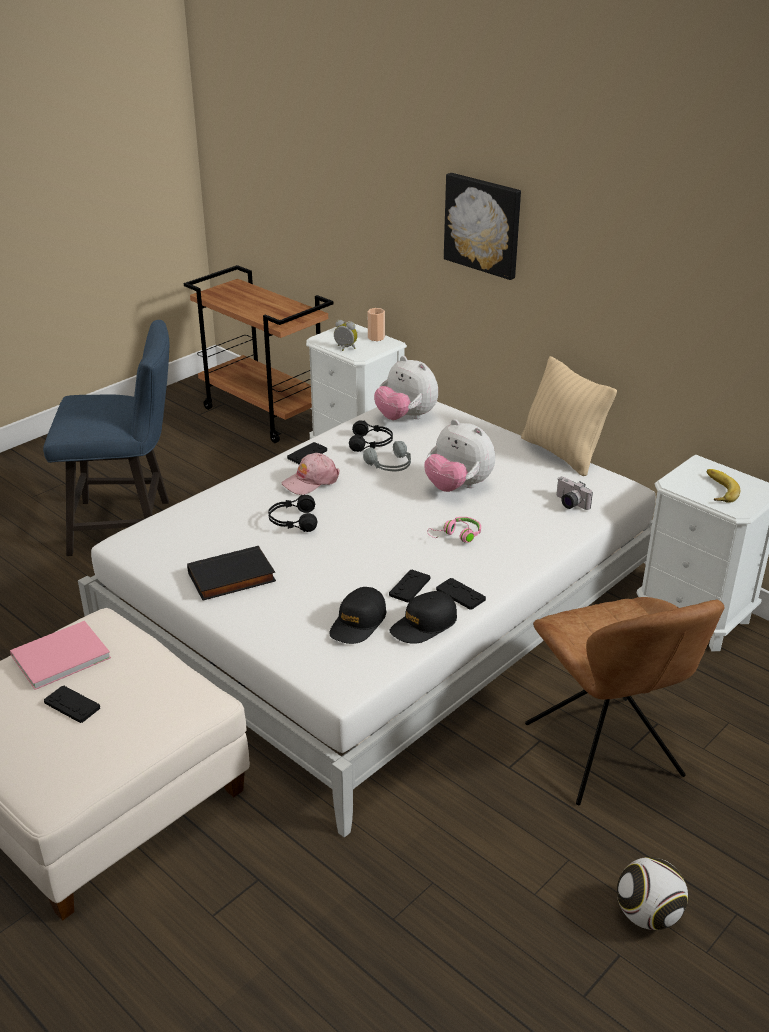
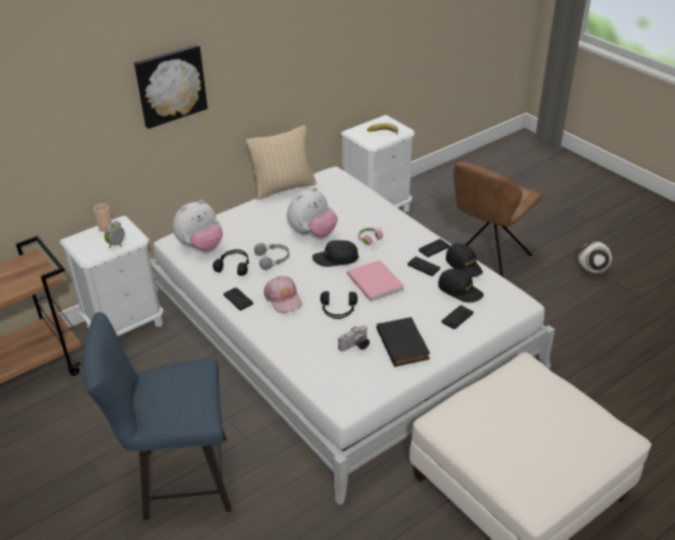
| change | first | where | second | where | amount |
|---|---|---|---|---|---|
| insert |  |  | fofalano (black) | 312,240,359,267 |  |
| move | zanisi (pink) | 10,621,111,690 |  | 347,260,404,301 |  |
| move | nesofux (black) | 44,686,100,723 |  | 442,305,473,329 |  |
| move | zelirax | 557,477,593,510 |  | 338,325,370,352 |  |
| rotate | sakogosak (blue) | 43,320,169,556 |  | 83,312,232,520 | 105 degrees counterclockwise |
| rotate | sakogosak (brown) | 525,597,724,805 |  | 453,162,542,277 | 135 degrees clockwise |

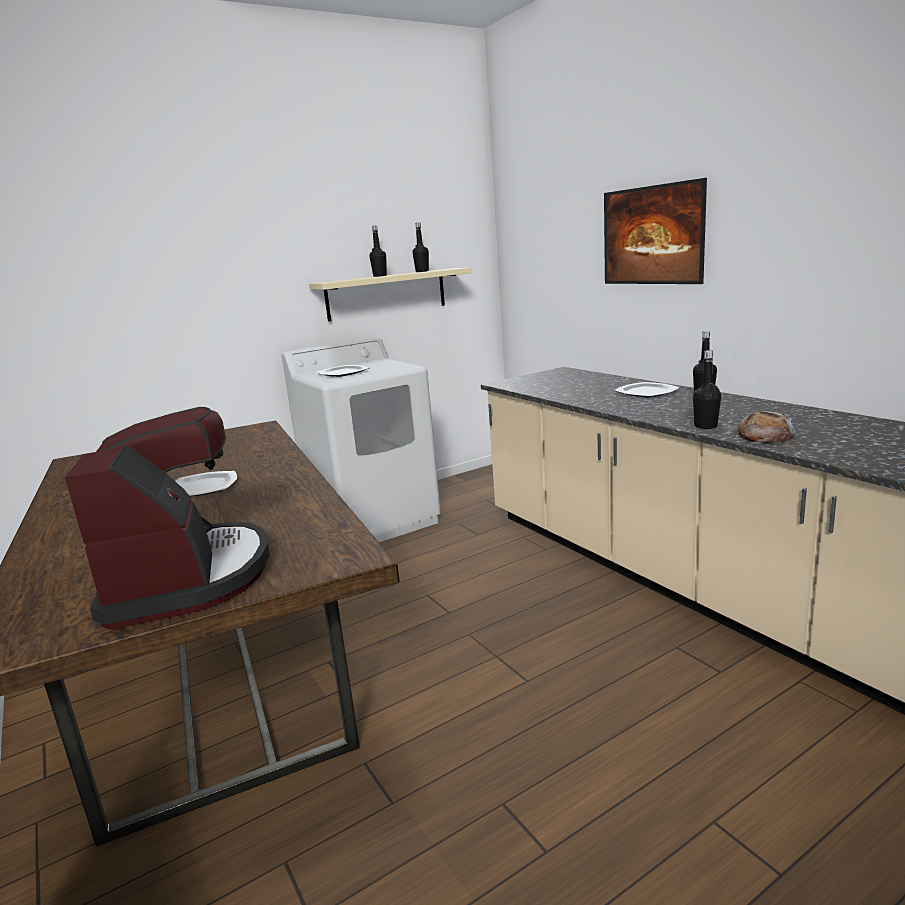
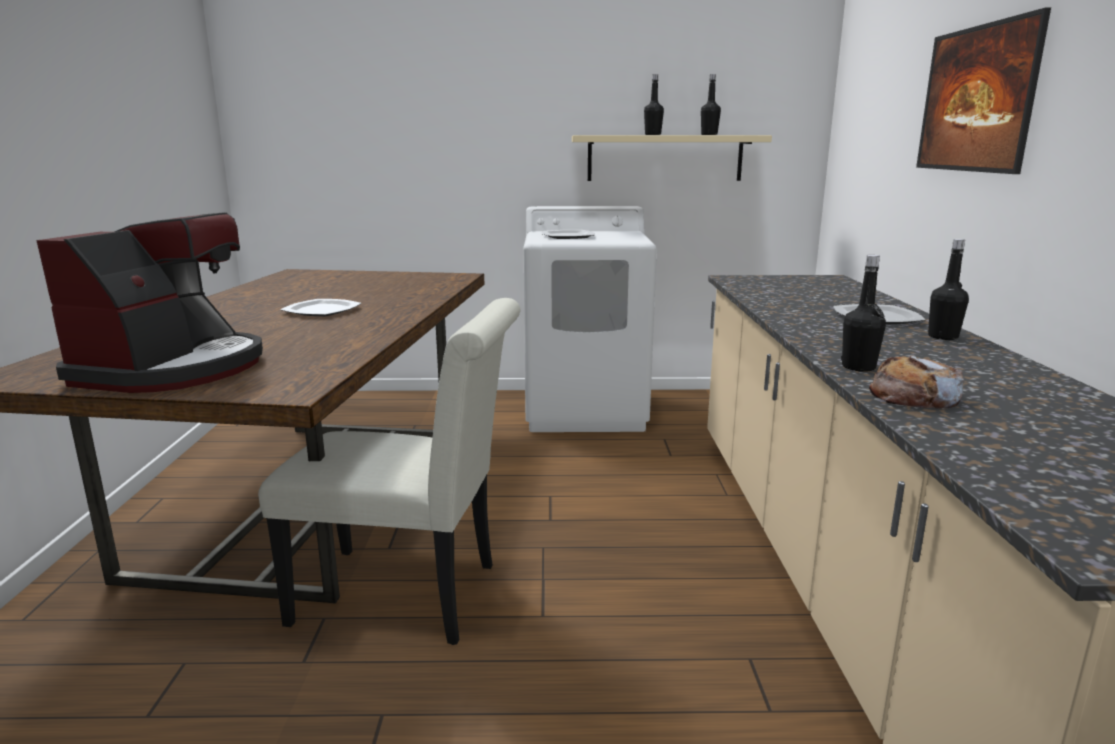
| change | first | where | second | where | amount |
|---|---|---|---|---|---|
| insert |  |  | sakogosak (white) | 258,298,520,645 |  |

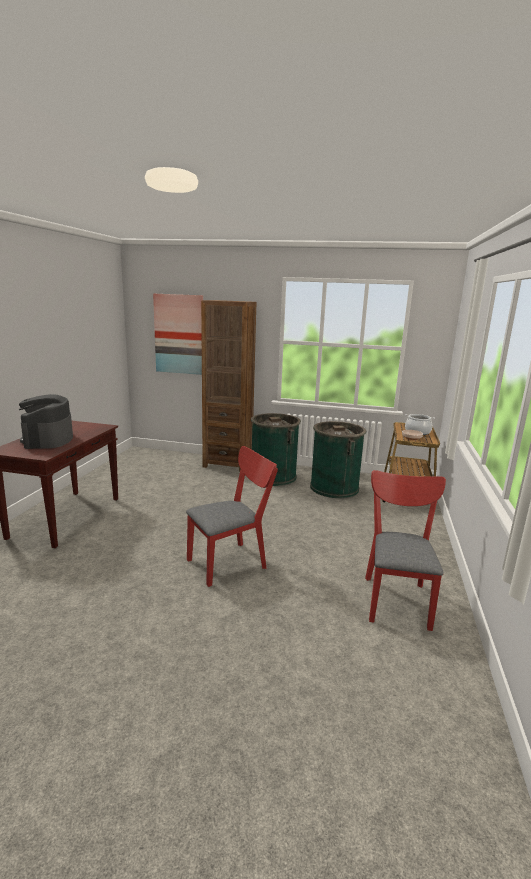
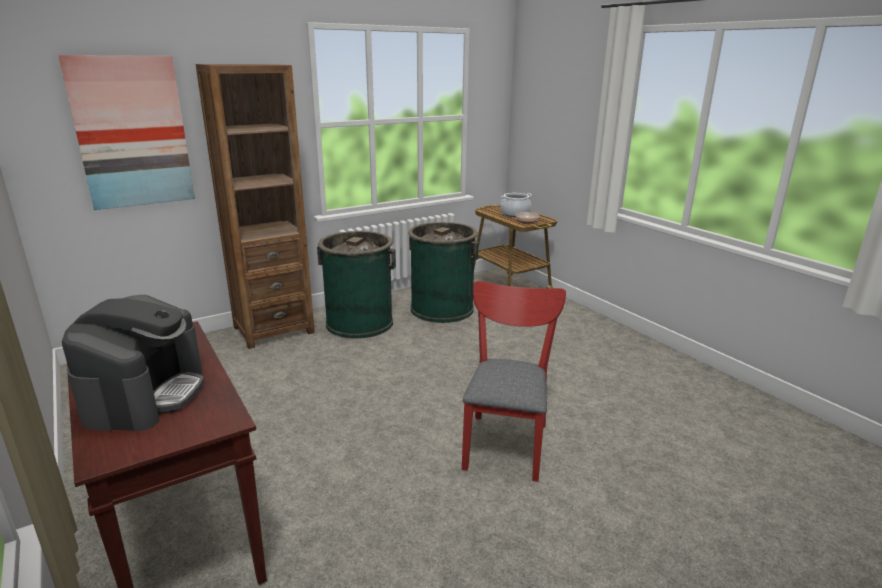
| change | first | where | second | where | amount |
|---|---|---|---|---|---|
| delete | sakogosak (red) | 365,470,446,631 |  |  |  |
| rotate | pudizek | 19,394,73,449 |  | 62,295,204,432 | 120 degrees counterclockwise |

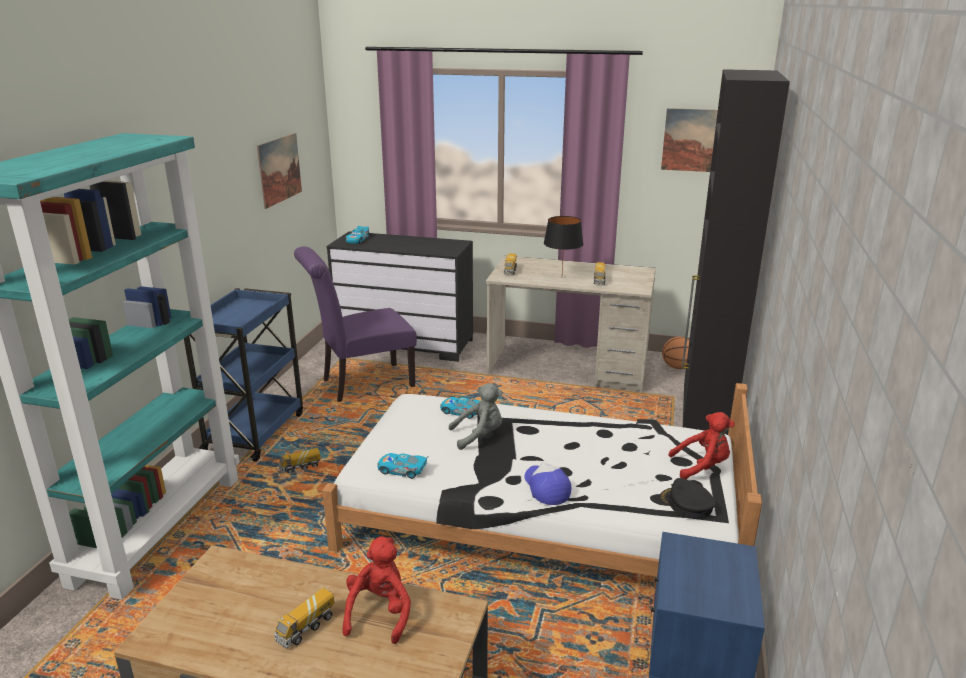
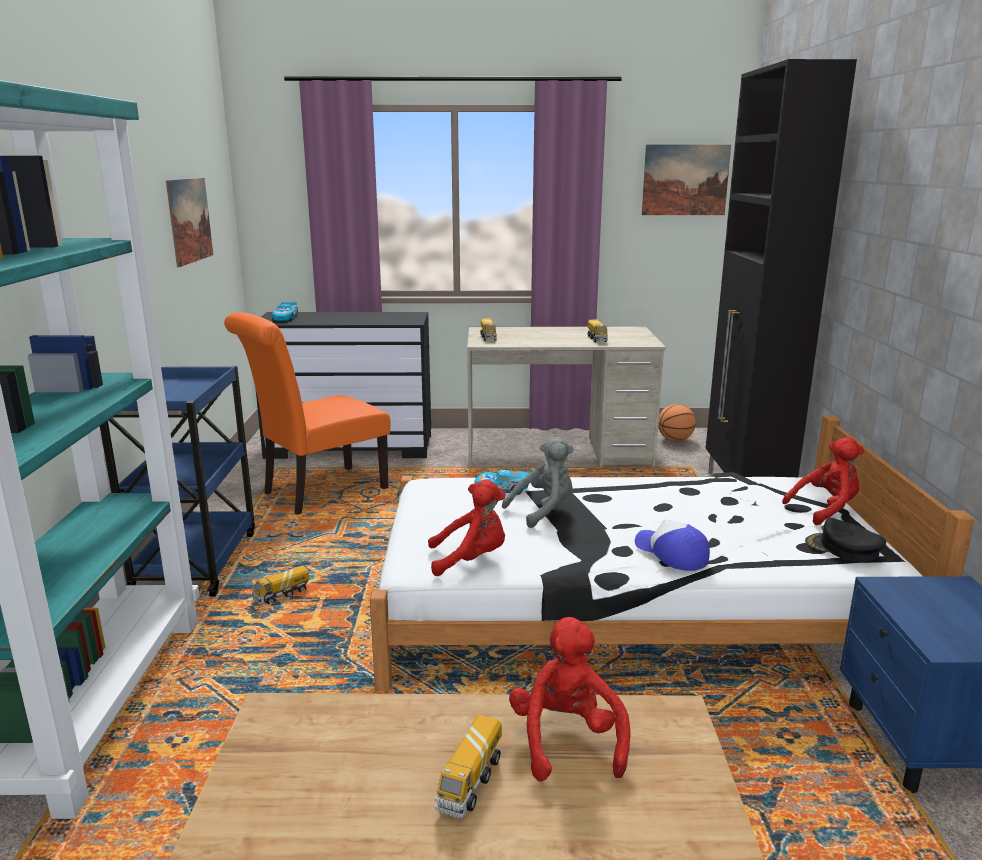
| change | first | where | second | where | amount |
|---|---|---|---|---|---|
| delete | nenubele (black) | 544,216,583,272 |  |  |  |
| replace | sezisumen | 377,453,428,479 | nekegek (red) | 428,479,505,576 |  |
| recolor | sakogosak (purple) | 294,246,417,402 | sakogosak (orange) | 224,312,391,515 |  |

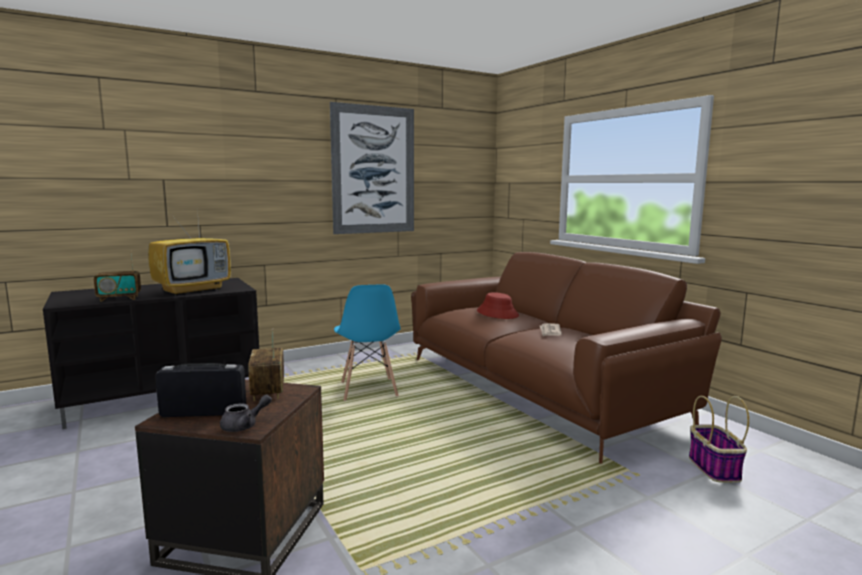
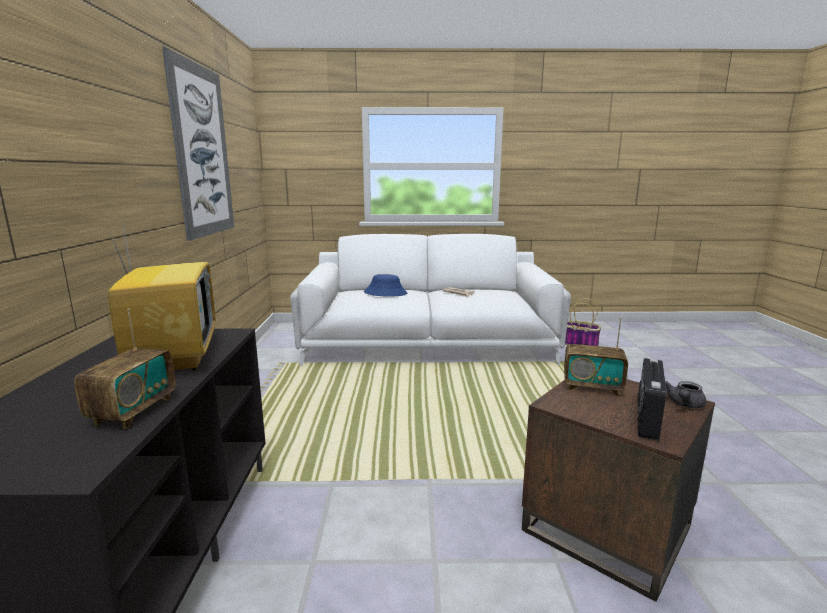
| change | first | where | second | where | amount |
|---|---|---|---|---|---|
| delete | sakogosak (blue) | 334,284,401,401 |  |  |  |
| recolor | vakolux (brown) | 411,252,722,463 | vakolux (white) | 290,234,571,366 |  |
| recolor | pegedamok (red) | 477,292,519,319 | pegedamok (blue) | 364,274,407,297 |  |
| rotate | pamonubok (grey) | 220,395,272,432 |  | 665,381,706,408 | 135 degrees counterclockwise |

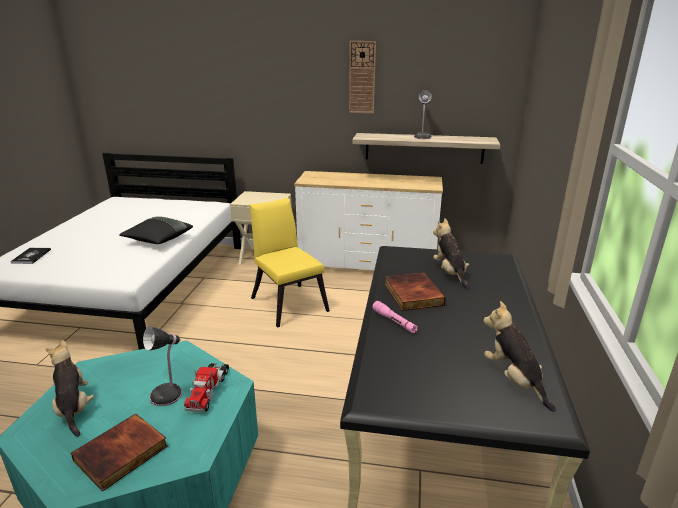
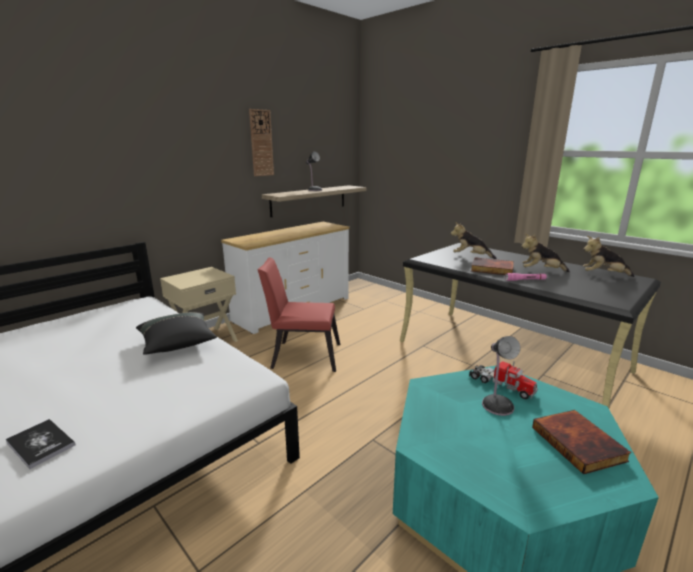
| change | first | where | second | where | amount |
|---|---|---|---|---|---|
| move | nekegek | 46,340,94,437 |  | 521,233,570,272 |  |
| recolor | sakogosak (yellow) | 250,198,330,328 | sakogosak (red) | 258,257,340,372 |  |

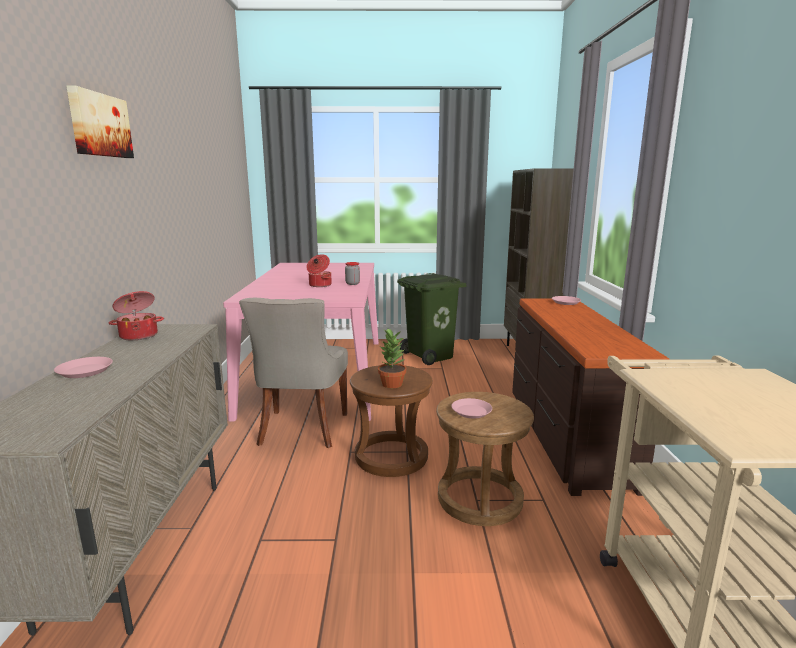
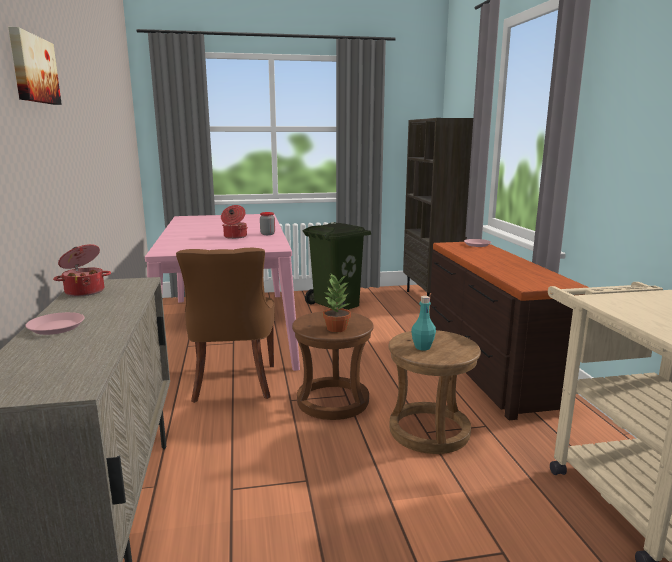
| change | first | where | second | where | amount |
|---|---|---|---|---|---|
| replace | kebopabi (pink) | 451,398,492,418 | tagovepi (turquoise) | 411,296,436,351 |  |
| recolor | sakogosak (grey) | 239,298,348,448 | sakogosak (brown) | 176,248,275,403 |  |

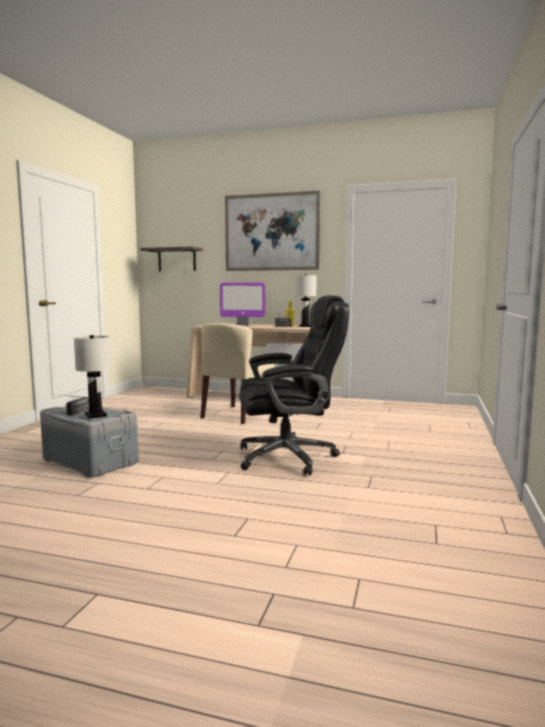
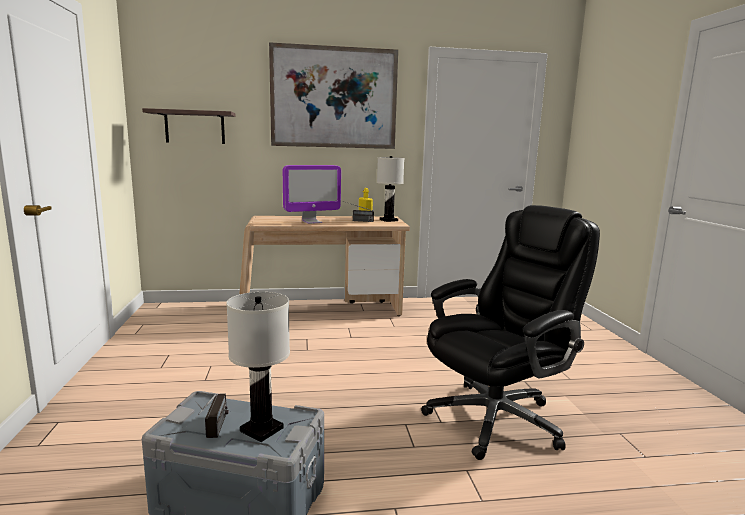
| change | first | where | second | where | amount |
|---|---|---|---|---|---|
| delete | sakogosak (beige) | 201,323,275,424 |  |  |  |

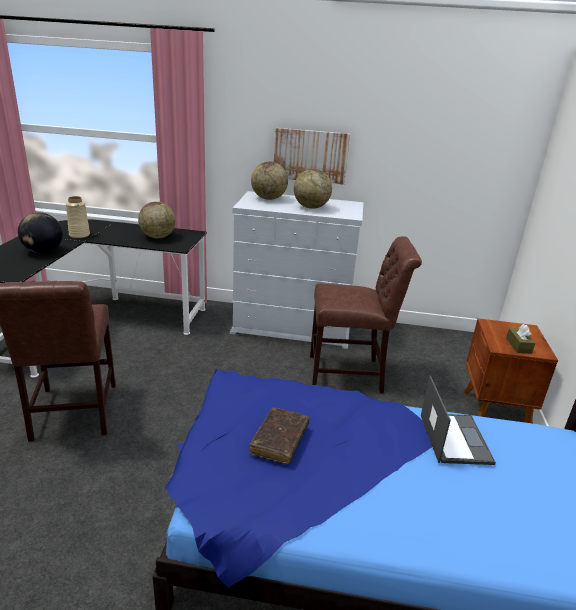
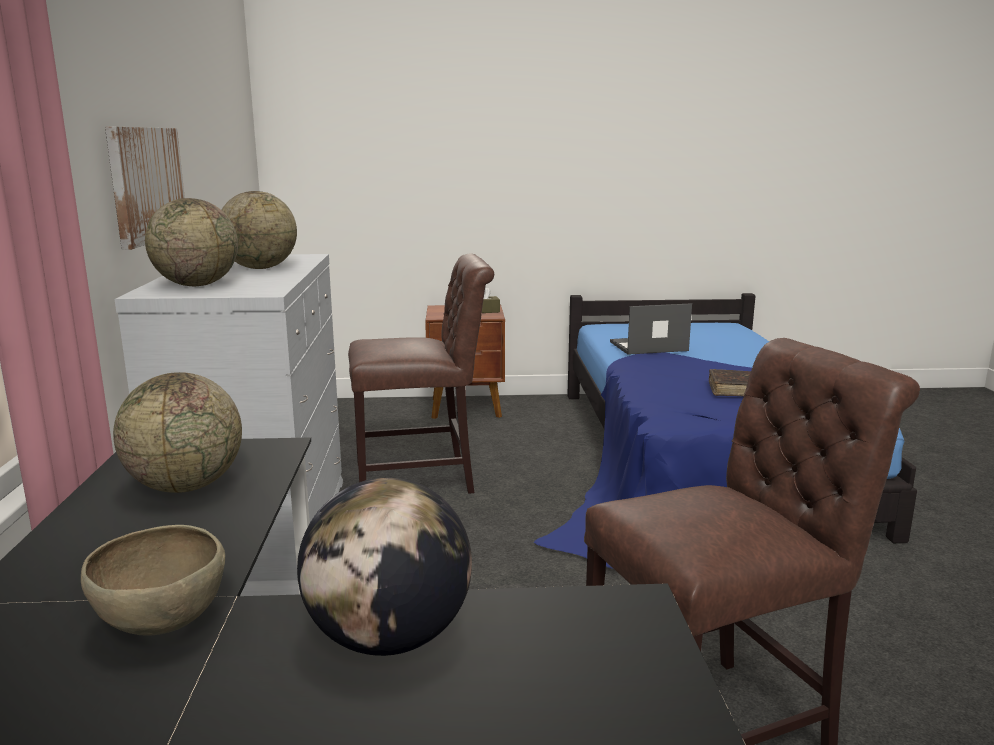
| change | first | where | second | where | amount |
|---|---|---|---|---|---|
| replace | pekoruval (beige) | 66,196,90,238 | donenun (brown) | 81,525,225,636 |  |
| rotate | sakogosak (brown) | 310,236,422,393 |  | 348,253,494,494 | 90 degrees clockwise |

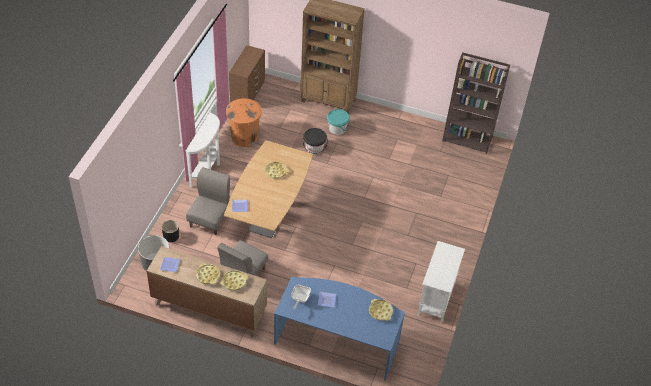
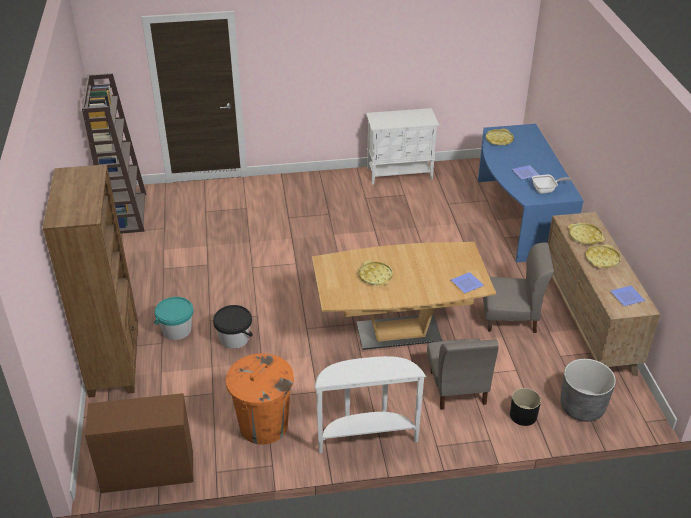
| change | first | where | second | where | amount |
|---|---|---|---|---|---|
| rotate | sakogosak (grey) | 186,167,230,235 |  | 427,339,499,410 | 90 degrees counterclockwise |

